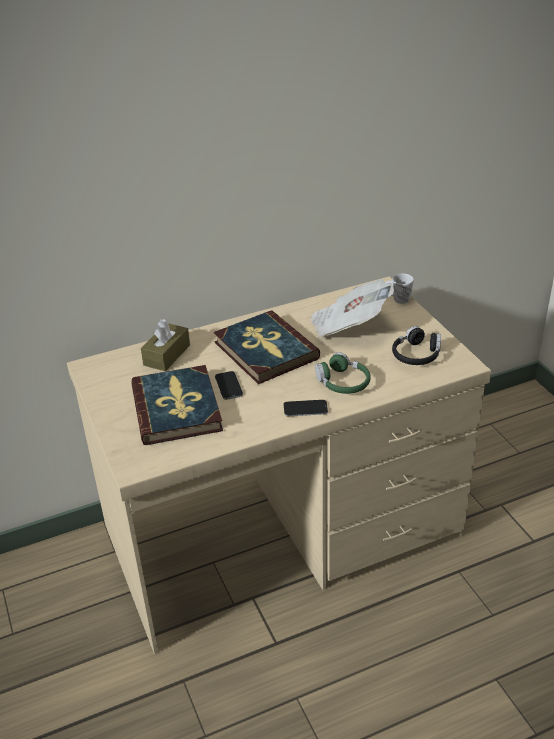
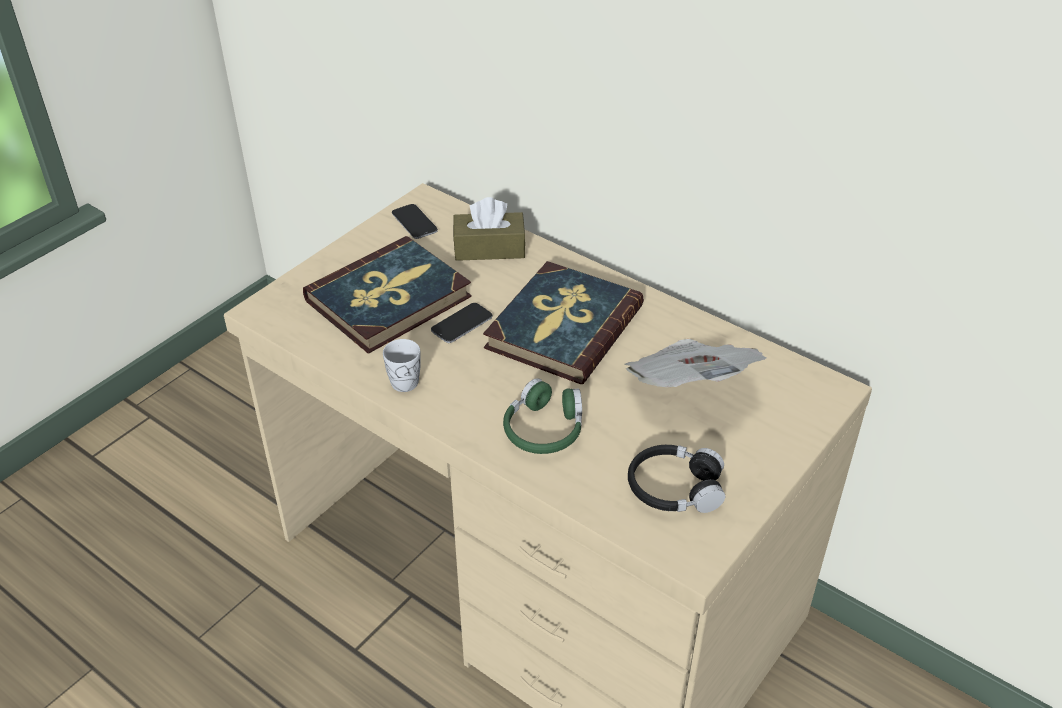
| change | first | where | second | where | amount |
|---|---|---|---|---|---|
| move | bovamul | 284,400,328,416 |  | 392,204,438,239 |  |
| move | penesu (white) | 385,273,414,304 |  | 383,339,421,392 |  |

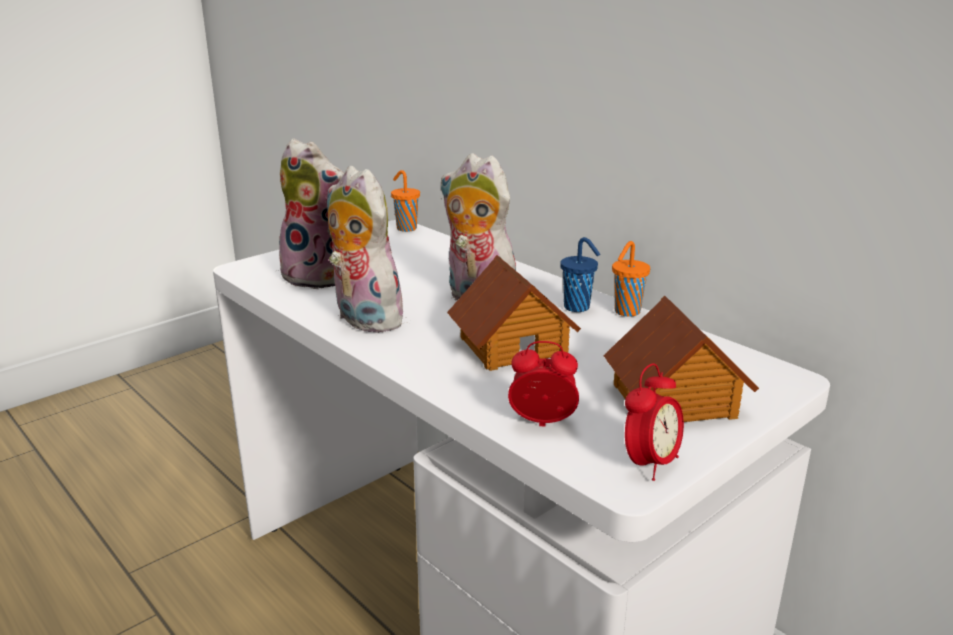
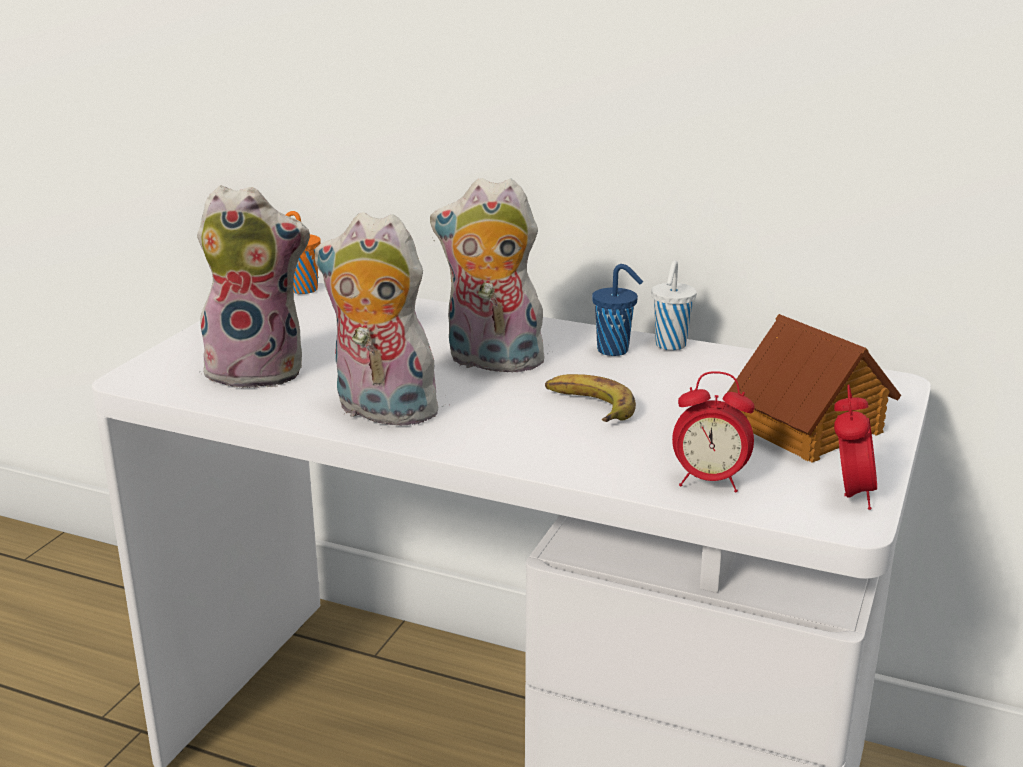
| change | first | where | second | where | amount |
|---|---|---|---|---|---|
| replace | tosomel | 447,255,581,371 | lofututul | 545,374,636,422 |  |
| recolor | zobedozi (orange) | 612,241,650,317 | zobedozi (white) | 651,260,697,351 |  |
| rotate | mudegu | 508,341,579,427 |  | 672,371,755,492 | 150 degrees counterclockwise |

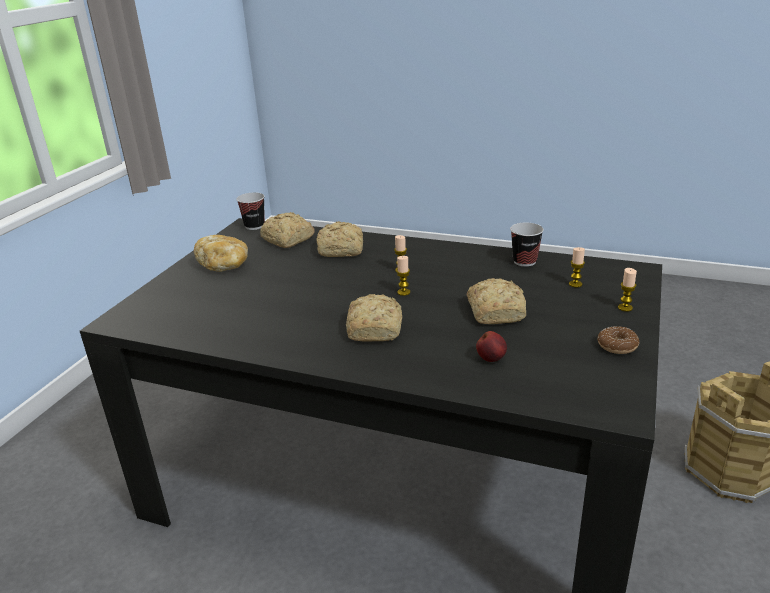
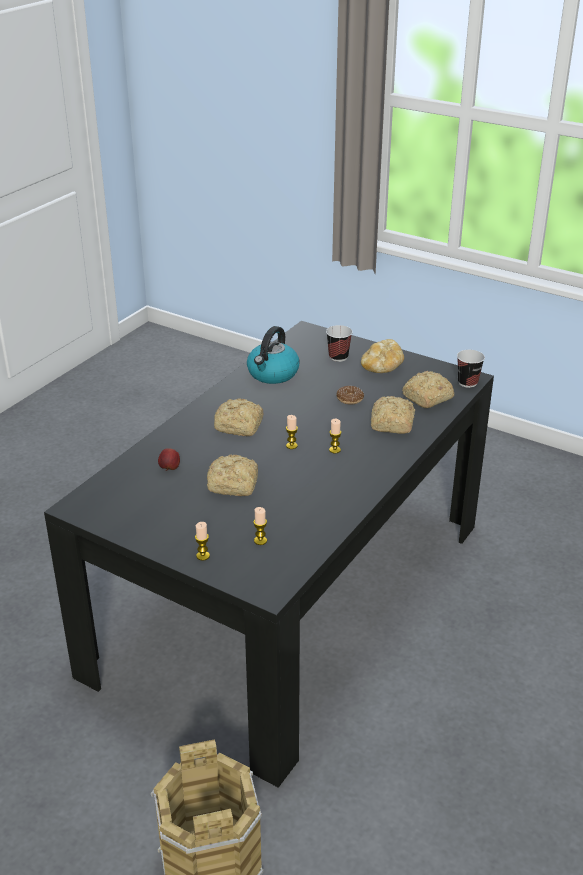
| change | first | where | second | where | amount |
|---|---|---|---|---|---|
| insert |  |  | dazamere | 247,326,300,384 |  |
| move | zobedozi | 510,223,544,267 |  | 326,325,353,362 |  |
| move | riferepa | 597,326,639,354 |  | 336,386,364,405 |  |

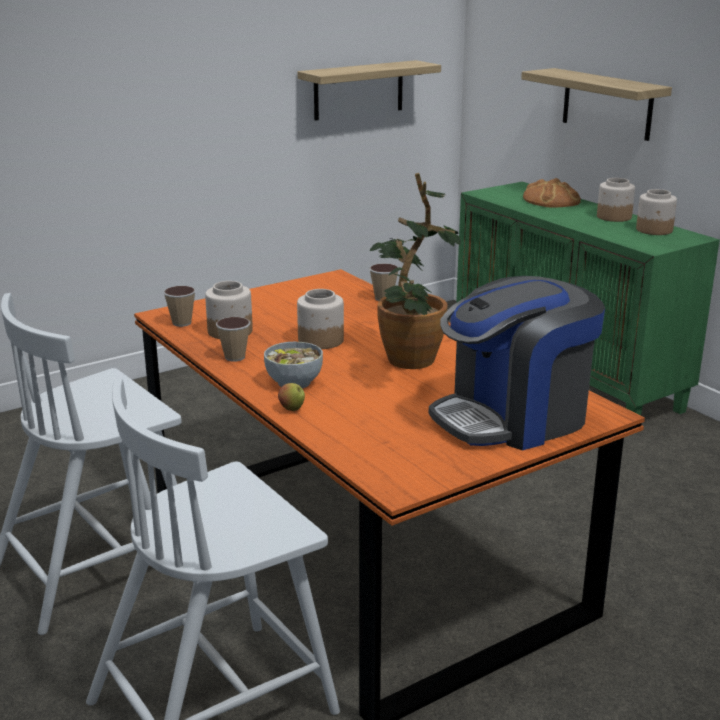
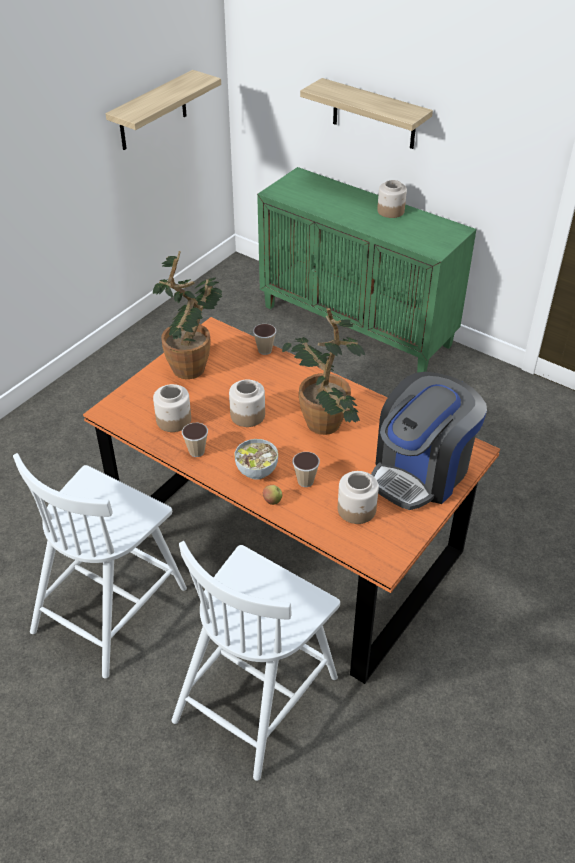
| change | first | where | second | where | amount |
|---|---|---|---|---|---|
| delete | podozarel | 523,178,581,208 |  |  |  |
| insert |  |  | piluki | 153,251,222,379 |  |
| move | zobedozi | 163,286,196,327 |  | 293,452,320,487 |  |
| move | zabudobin | 636,189,677,235 |  | 338,471,379,524 |  |

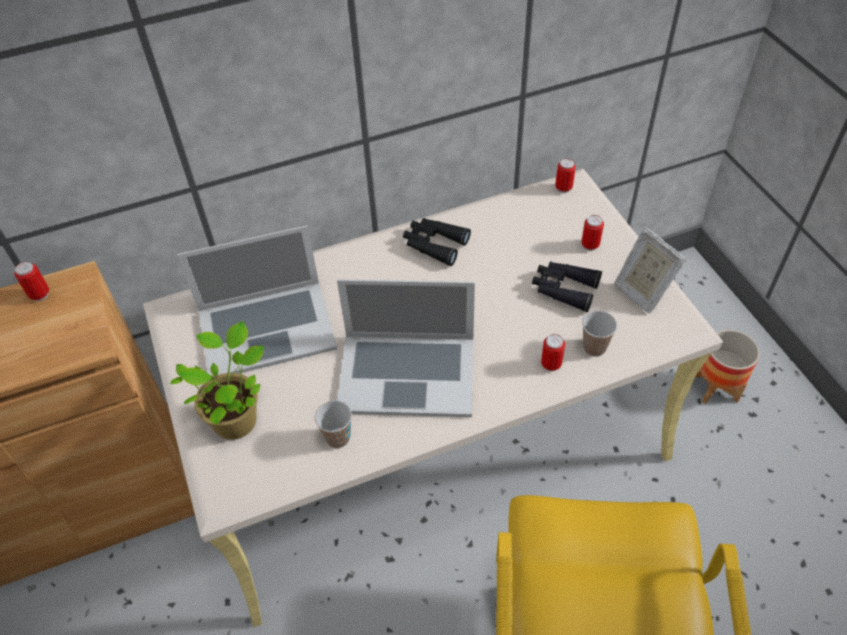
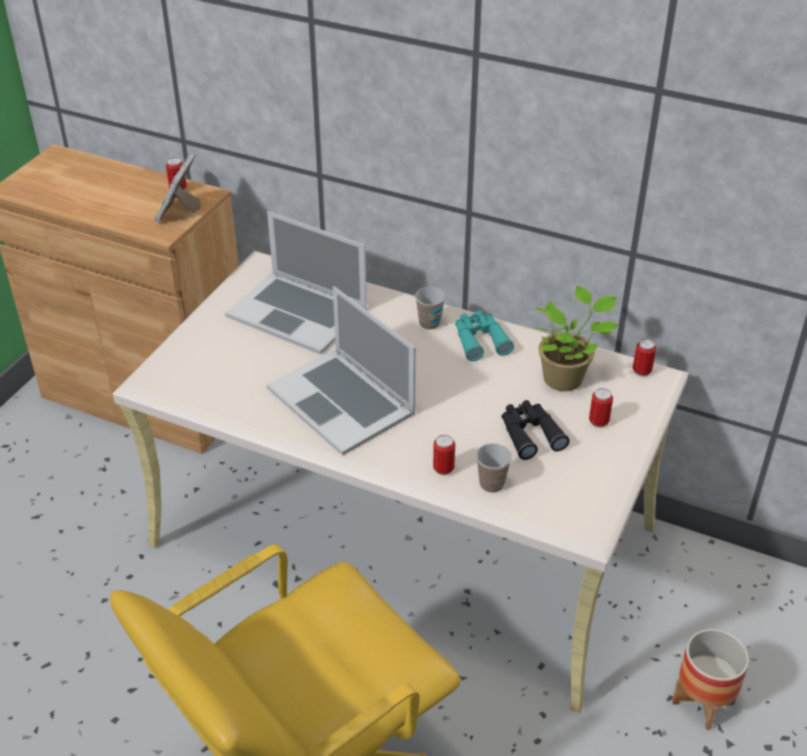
| change | first | where | second | where | amount |
|---|---|---|---|---|---|
| move | piluki | 170,321,264,440 |  | 535,286,619,391 |  |
| move | zobedozi | 315,400,352,448 |  | 415,287,445,330 |  |
| move | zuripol | 614,227,686,313 |  | 154,154,201,223 |  |
| recolor | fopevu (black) | 403,218,471,266 | fopevu (turquoise) | 455,311,514,361 |  |

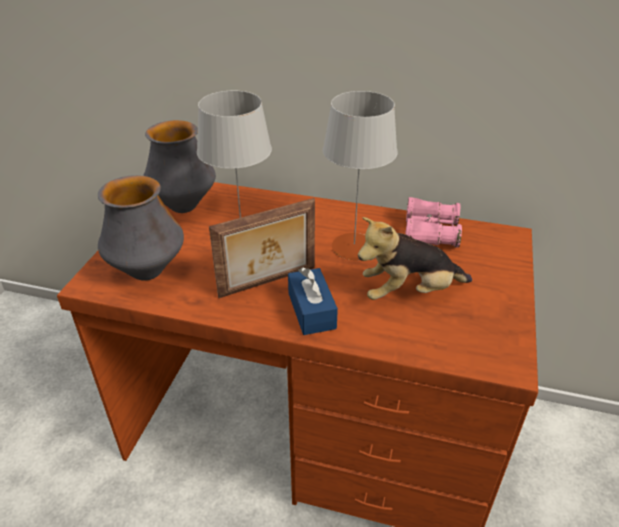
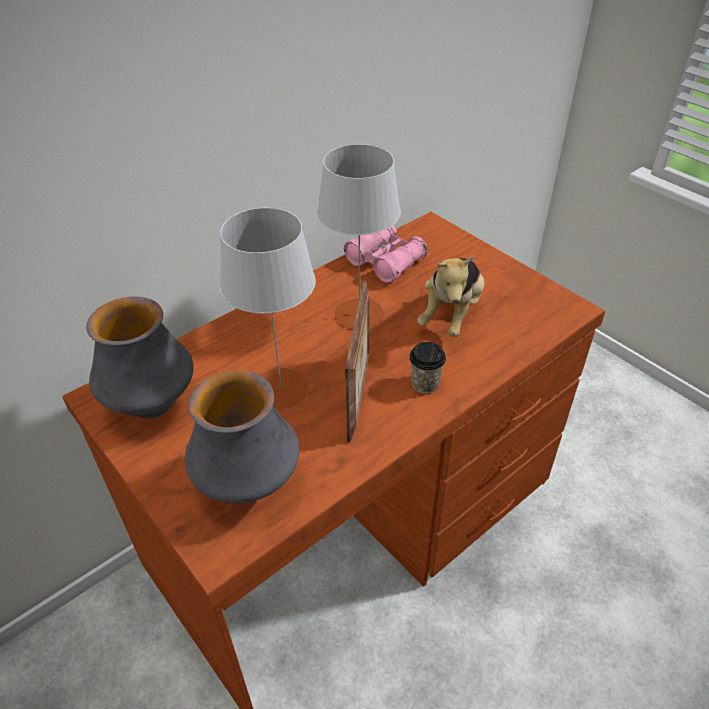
| change | first | where | second | where | amount |
|---|---|---|---|---|---|
| replace | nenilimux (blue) | 288,268,338,335 | zobedozi | 409,342,446,394 |  |

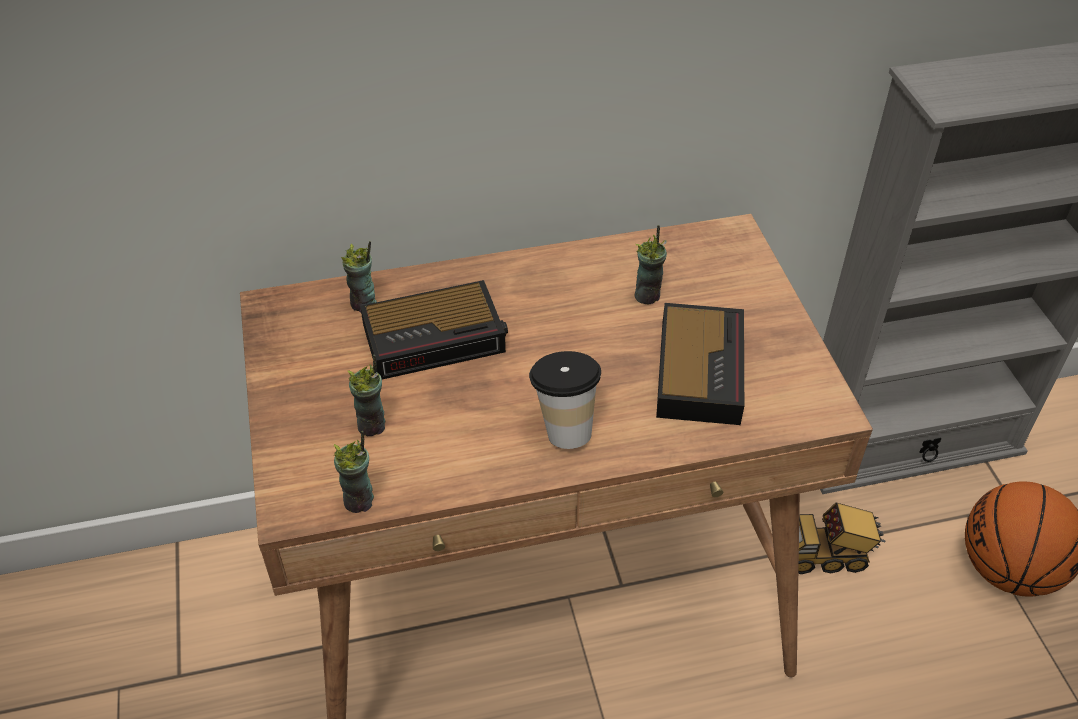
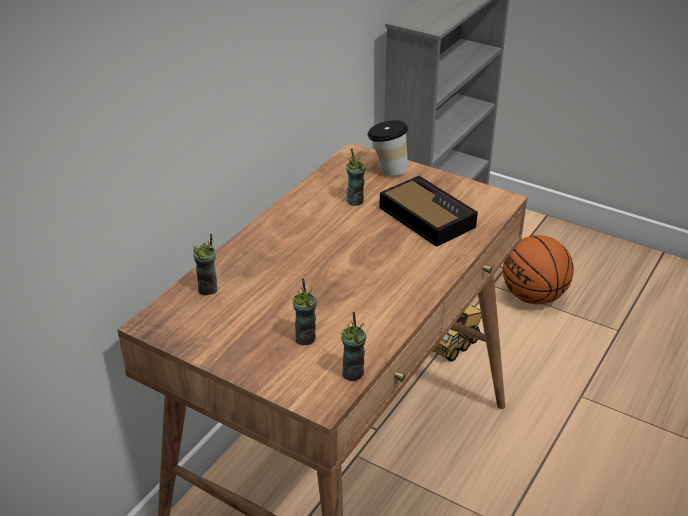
| change | first | where | second | where | amount |
|---|---|---|---|---|---|
| delete | mudegu | 360,280,508,379 |  |  |  |
| move | zobedozi | 529,351,601,449 |  | 368,120,408,176 |  |

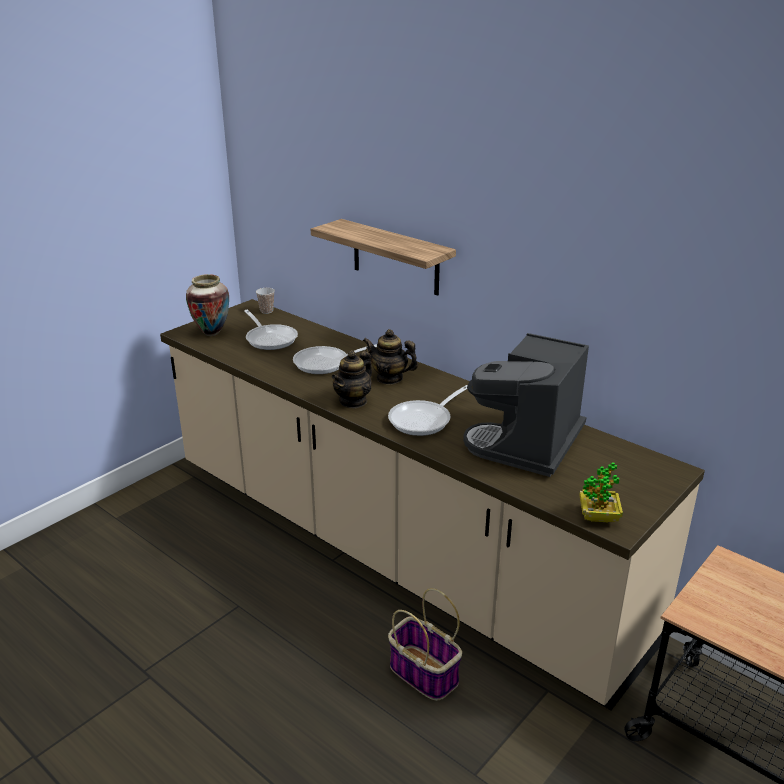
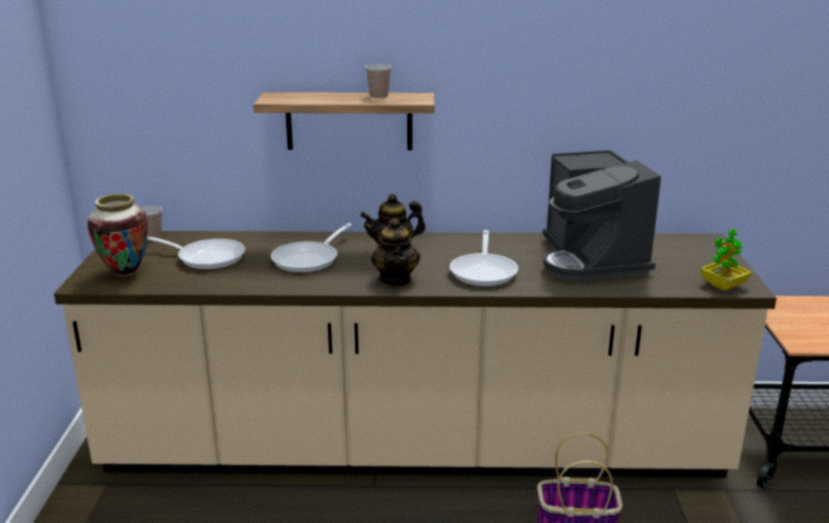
| change | first | where | second | where | amount |
|---|---|---|---|---|---|
| insert |  |  | zobedozi | 365,64,391,99 |  |

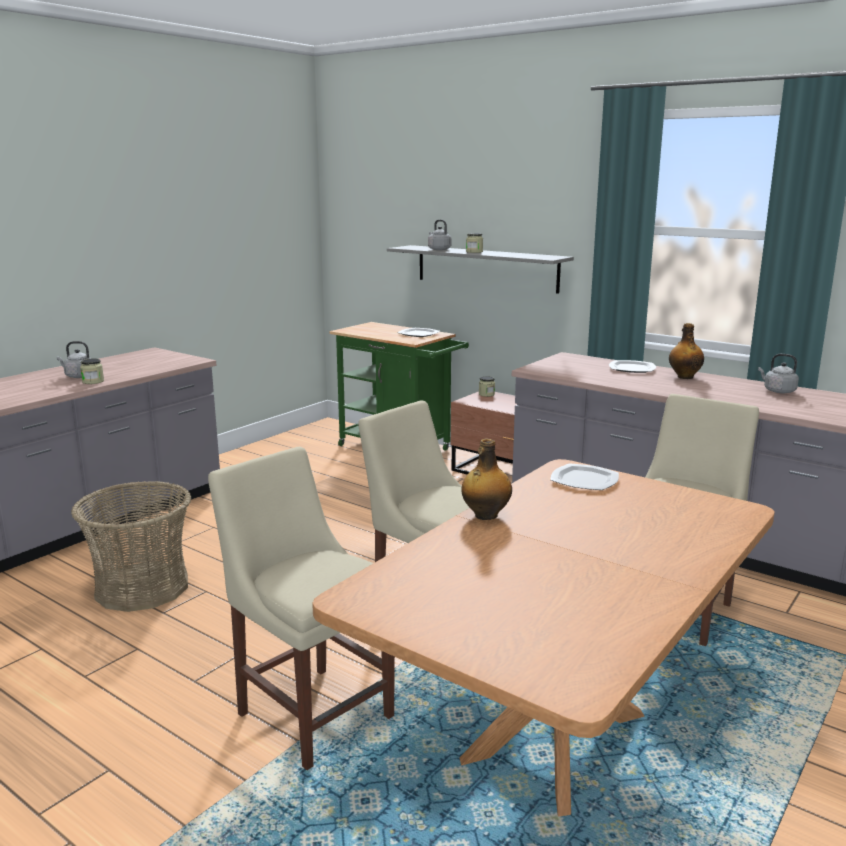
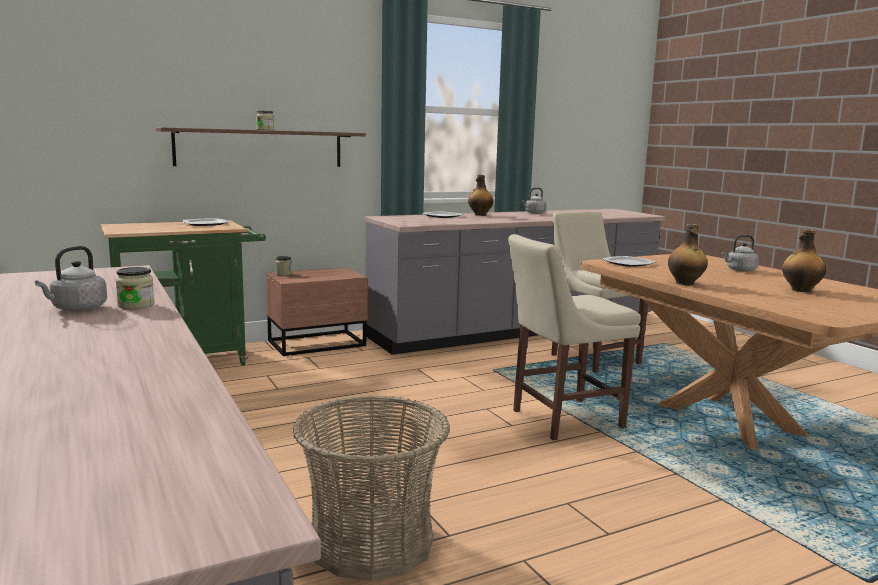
| change | first | where | second | where | amount |
|---|---|---|---|---|---|
| delete | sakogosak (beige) | 208,447,395,770 |  |  |  |
| insert |  |  | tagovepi | 782,229,826,292 |  |
| move | dazamere (grey) | 428,220,451,250 |  | 721,235,759,272 |  |
| recolor | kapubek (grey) | 387,245,574,294 | kapubek (brown) | 156,127,366,167 |  |

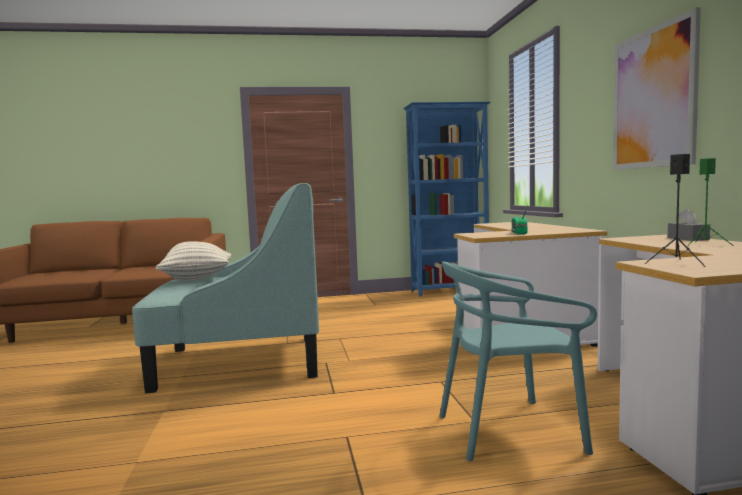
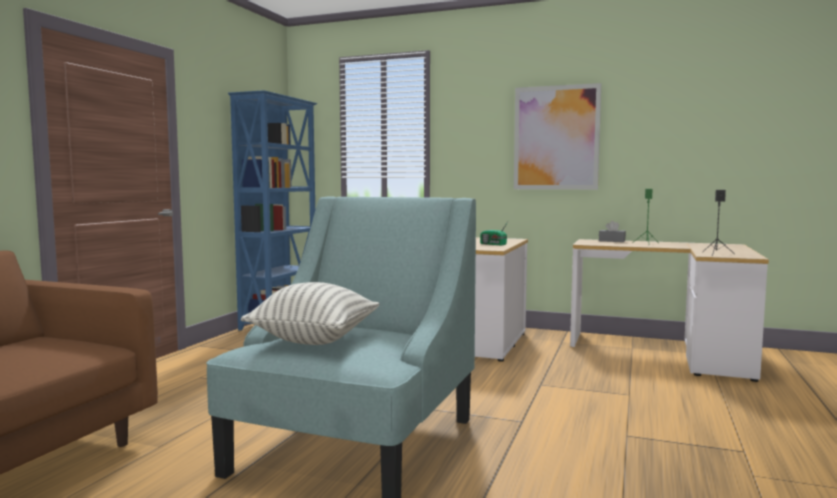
| change | first | where | second | where | amount |
|---|---|---|---|---|---|
| delete | sakogosak (turquoise) | 439,261,597,461 |  |  |  |

